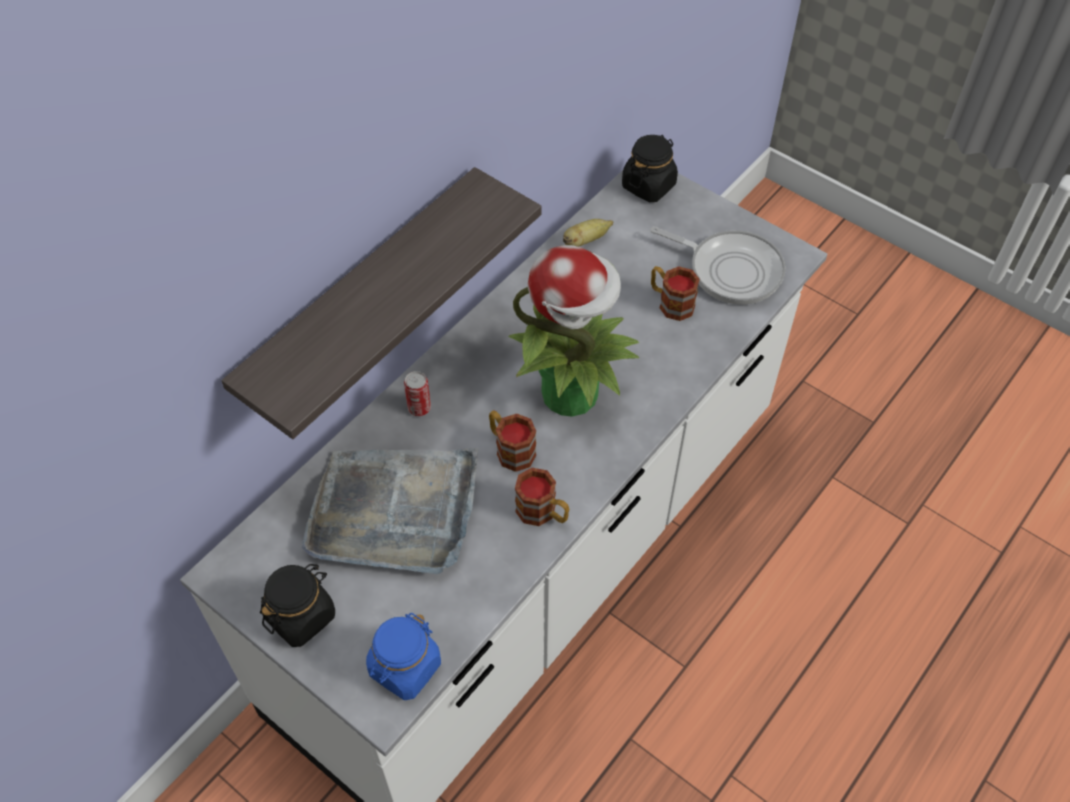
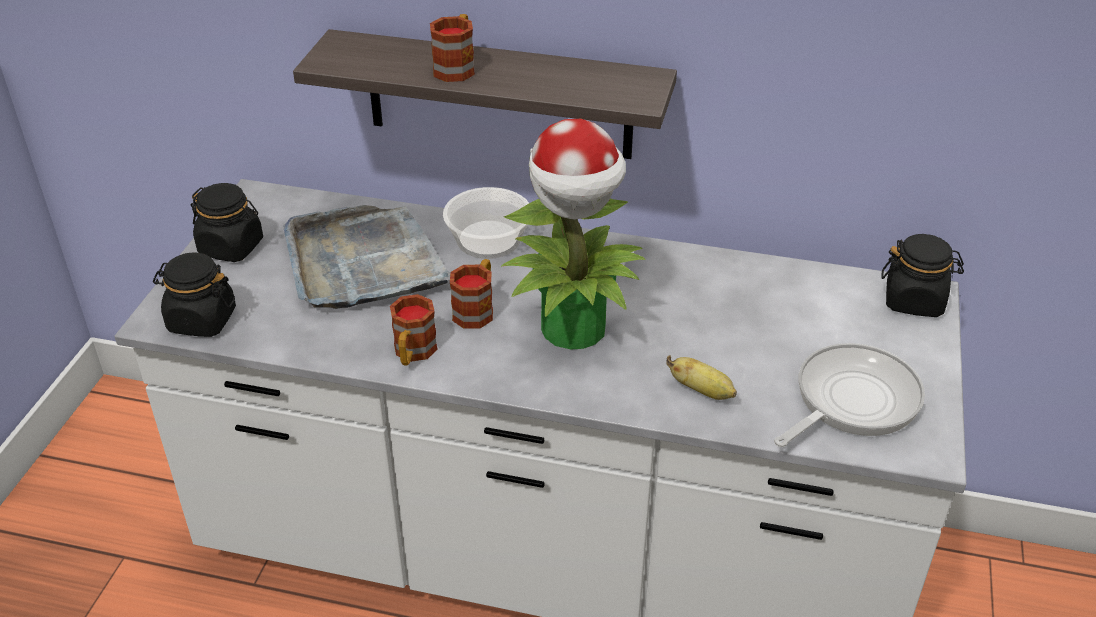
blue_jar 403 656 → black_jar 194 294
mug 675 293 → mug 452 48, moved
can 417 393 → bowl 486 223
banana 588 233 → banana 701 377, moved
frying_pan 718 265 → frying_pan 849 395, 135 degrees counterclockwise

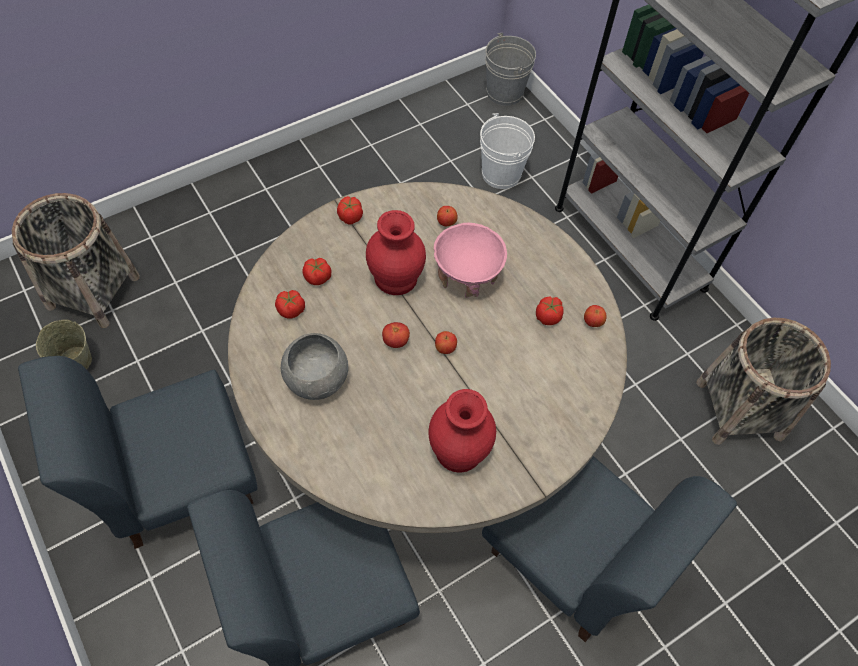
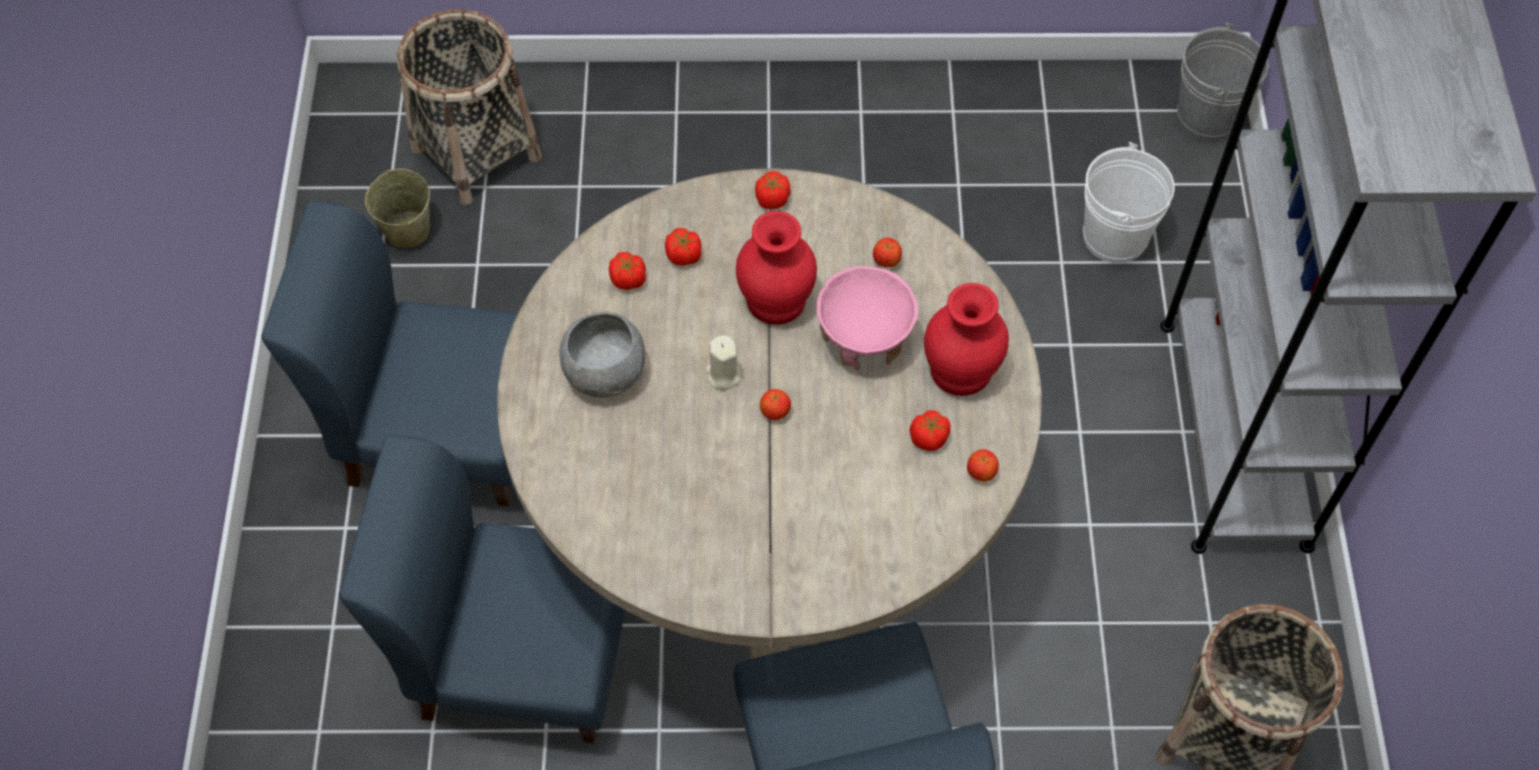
tomato 396 335 → beige_candle 723 362
red_vase 462 430 → red_vase 966 339, moved

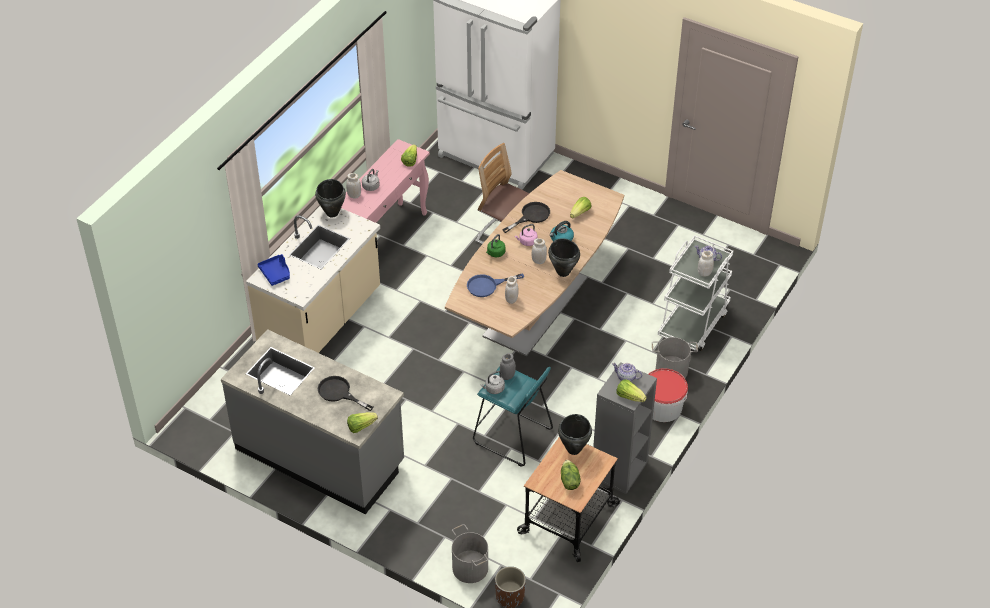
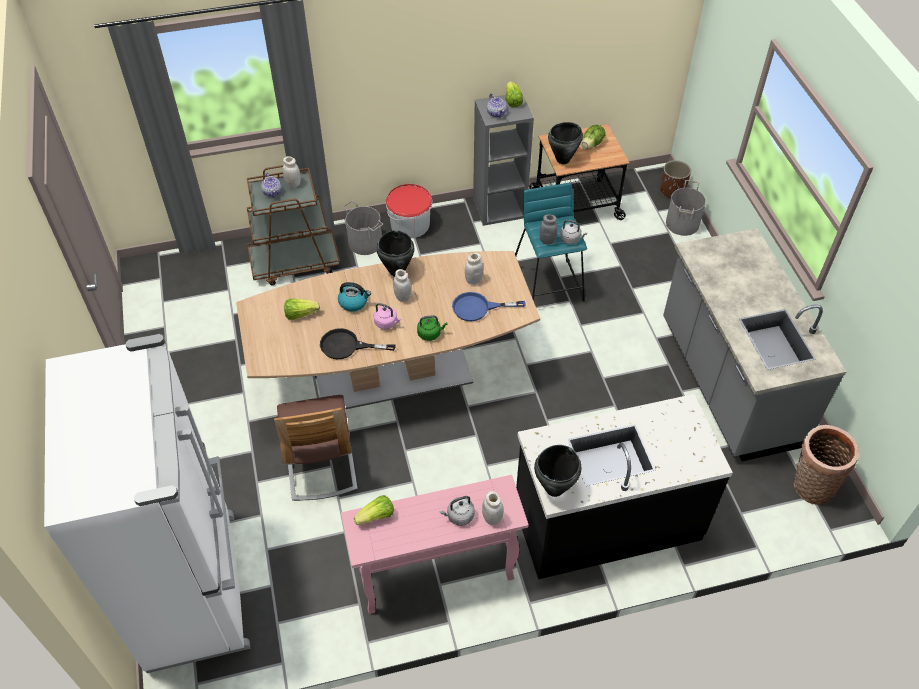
white_cart 695 293 → brown_cart 294 225
blue_frying_pan 495 285 → blue_frying_pan 489 306, 150 degrees clockwise
beige_counter 313 279 → black_counter 624 486
- → basket 826 465
blue_tray 273 270 → -
black_frying_pan 345 393 → -
lettuce 362 422 → -

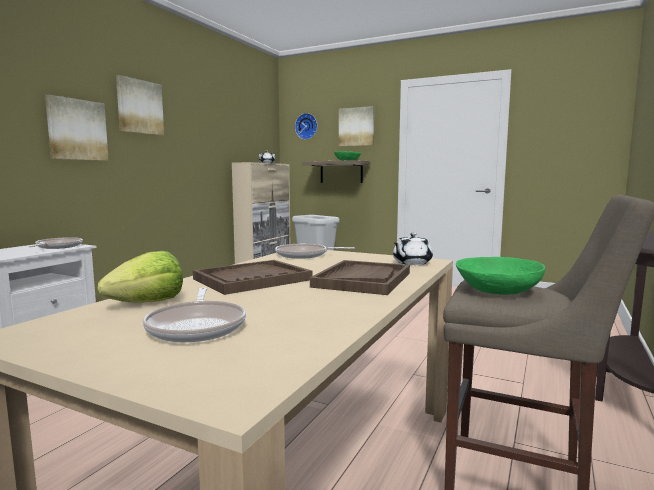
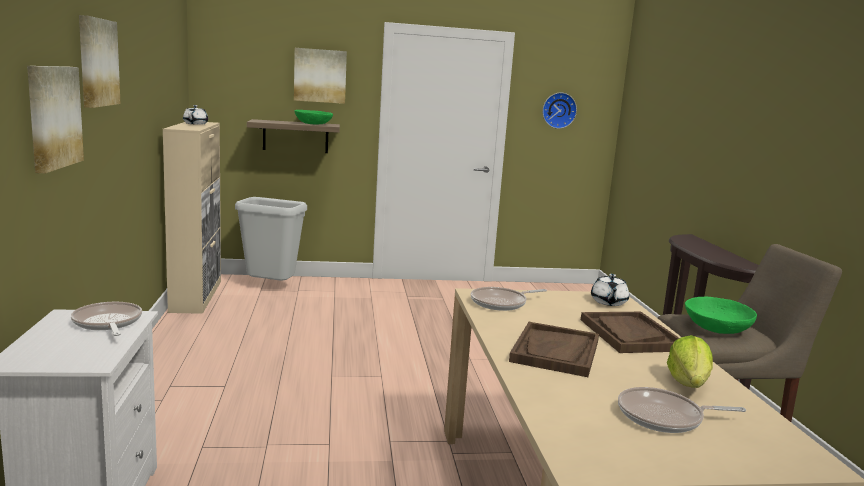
wall_clock 306 126 → wall_clock 559 110, moved
frying_pan 194 315 → frying_pan 682 410, 135 degrees clockwise
lettuce 140 276 → lettuce 690 361, moved

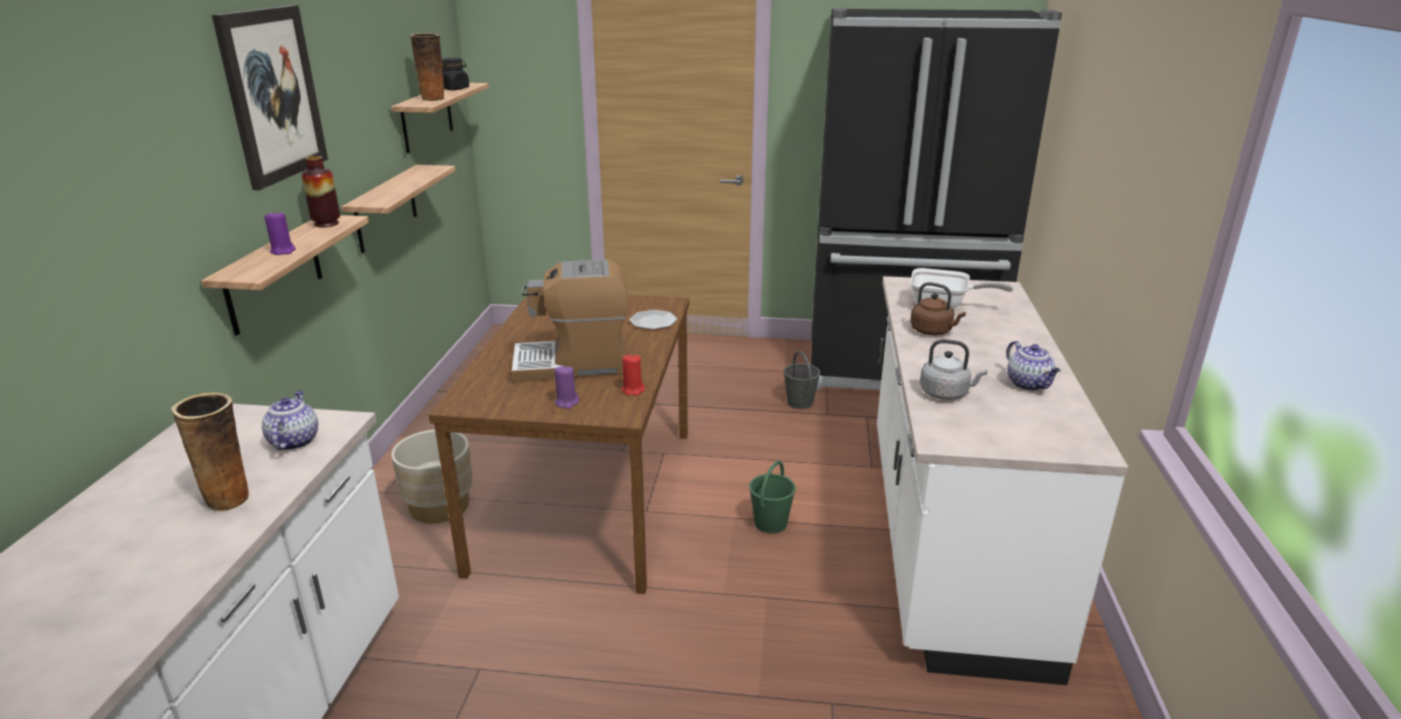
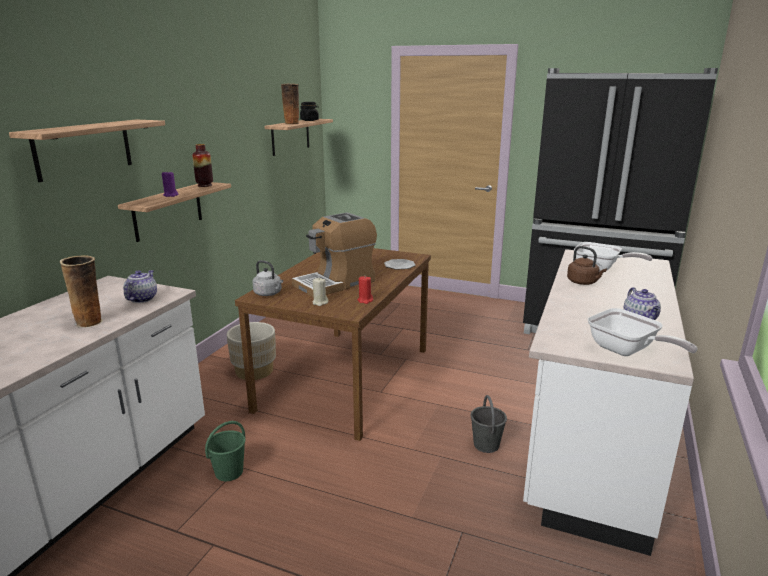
shelf 399 209 → shelf 87 150, moved
green_bucket 772 497 → green_bucket 225 451, moved
grey_kettle 953 369 → grey_kettle 267 278, moved
coffee_machine 570 320 → coffee_machine 334 255, 45 degrees counterclockwise
purple_candle 566 387 → beige_candle 320 292
grey_bucket 801 380 → grey_bucket 489 424, moved
- → frying_pan 642 332
picture 270 97 → -

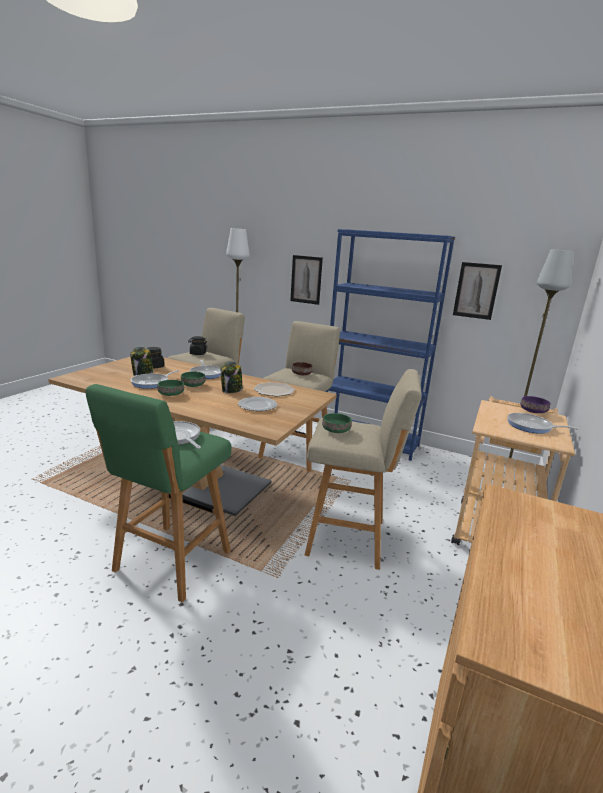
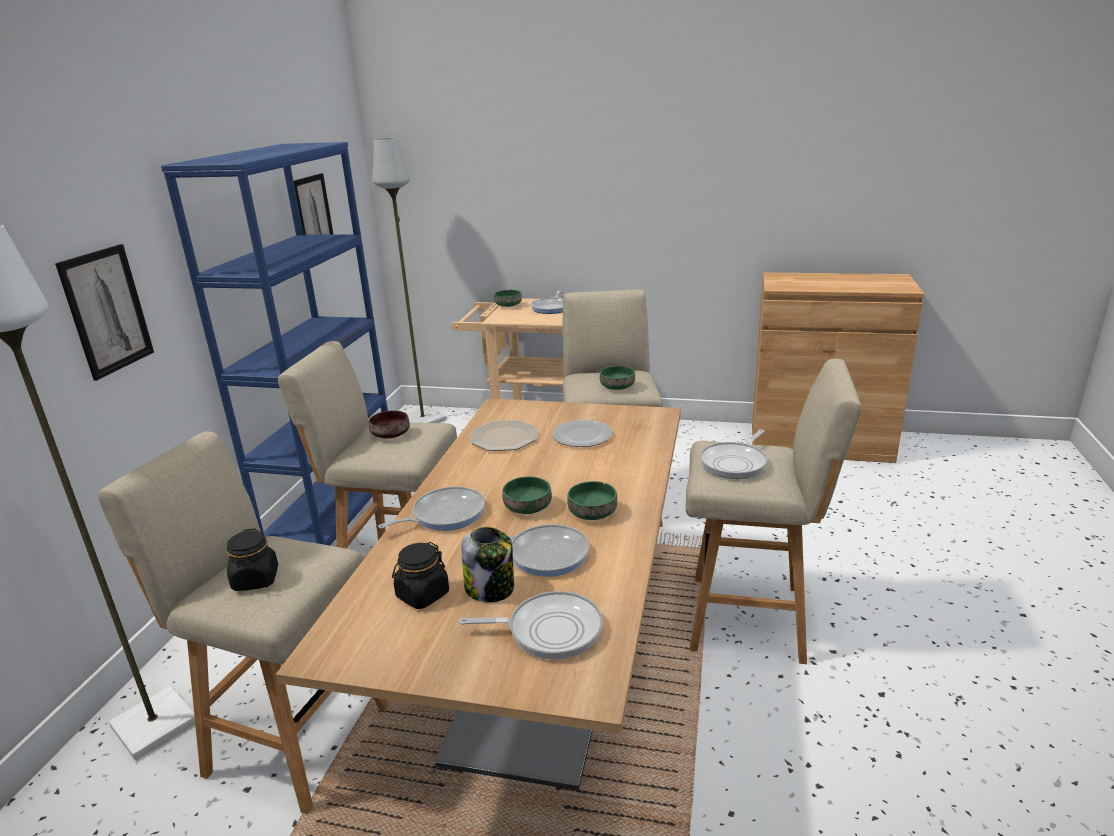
- → frying_pan 531 625
purple_bowl 535 404 → green_bowl 508 298
green_stool 158 493 → beige_stool 774 511
jar 232 377 → -

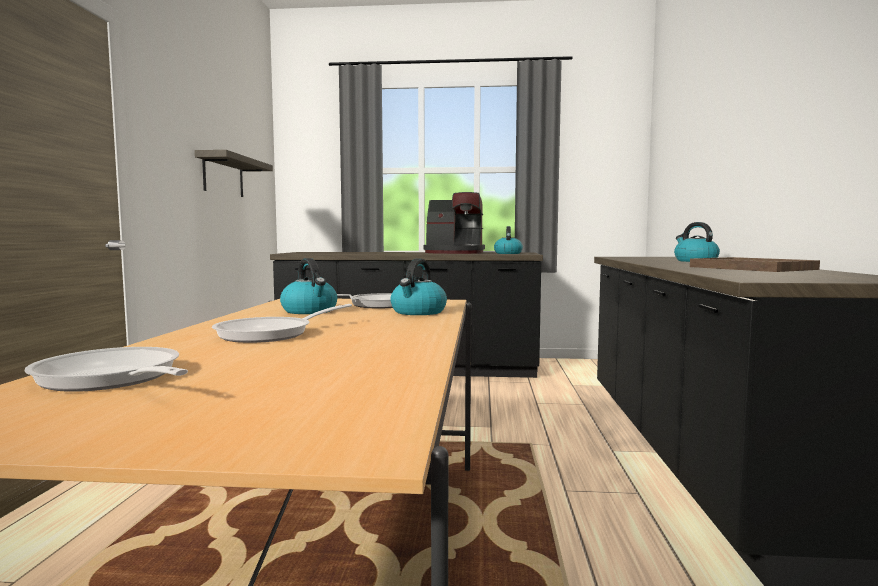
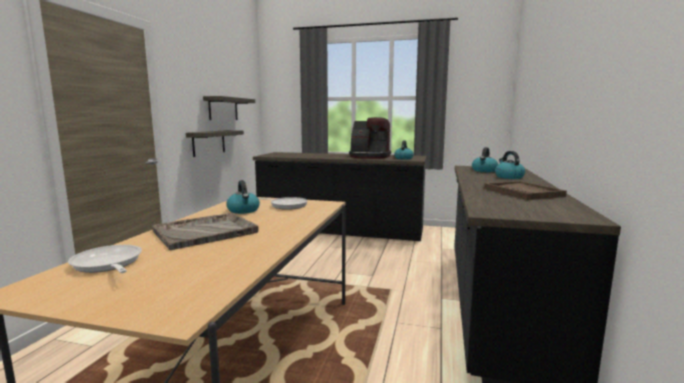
frying_pan 282 323 → grey_tray 205 231
- → shelf 215 143
kettle 418 286 → kettle 485 159, moved

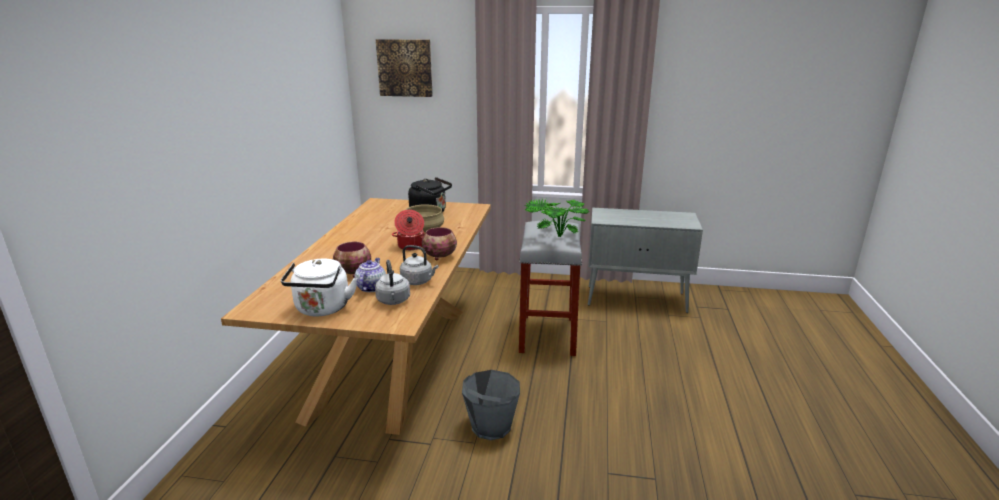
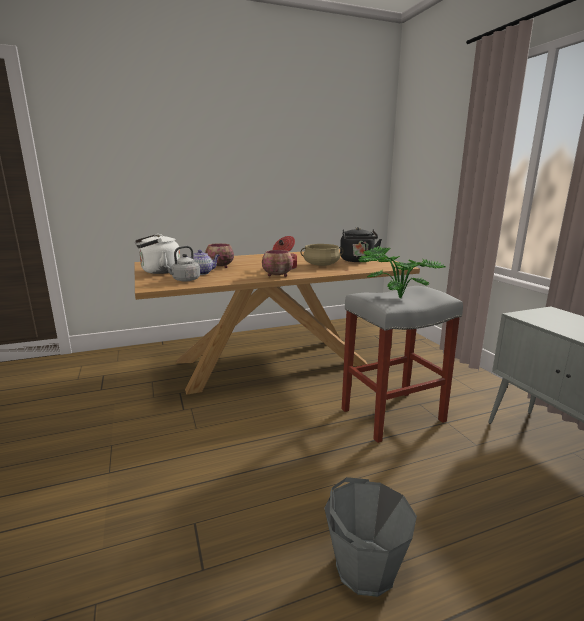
grey_bucket 491 405 → grey_bucket 370 537, moved
picture 404 68 → -
grey_kettle 419 265 → -

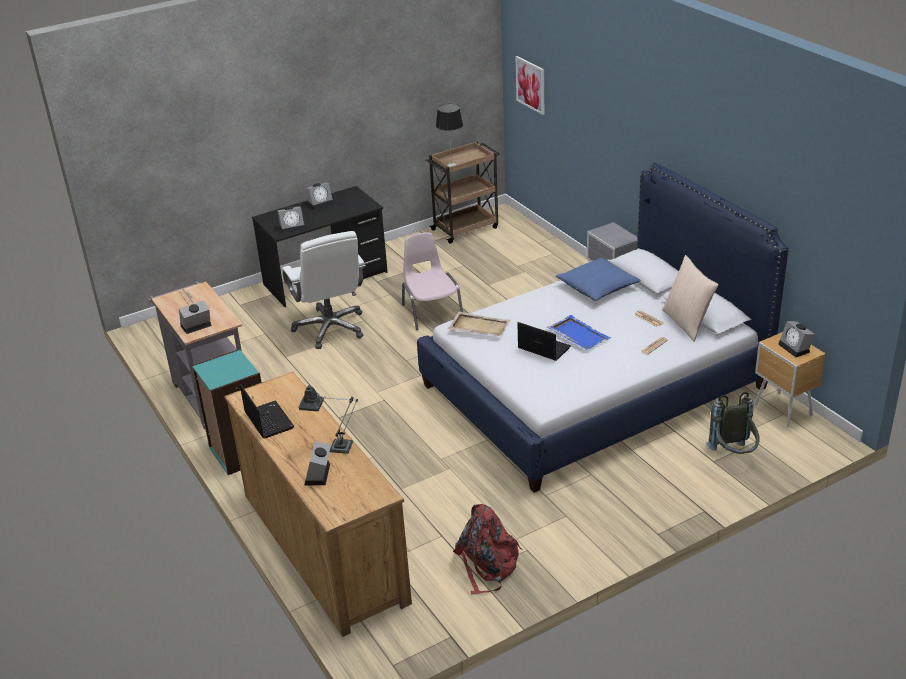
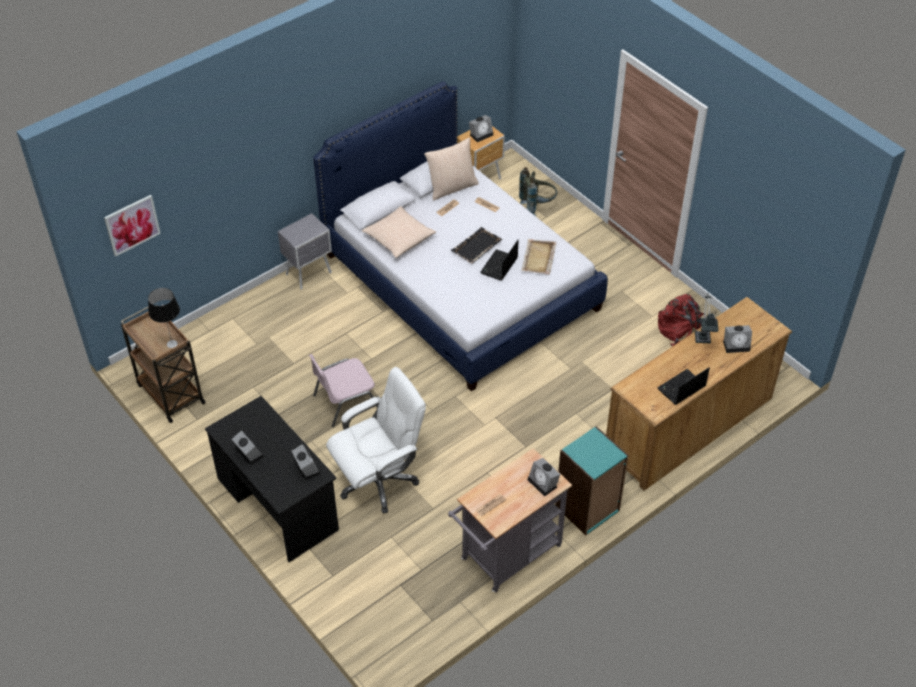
blue_pillow 598 279 → beige_pillow 399 232
blue_tray 579 332 → black_tray 477 245
beige_tray 479 324 → beige_tray 538 257, moved

